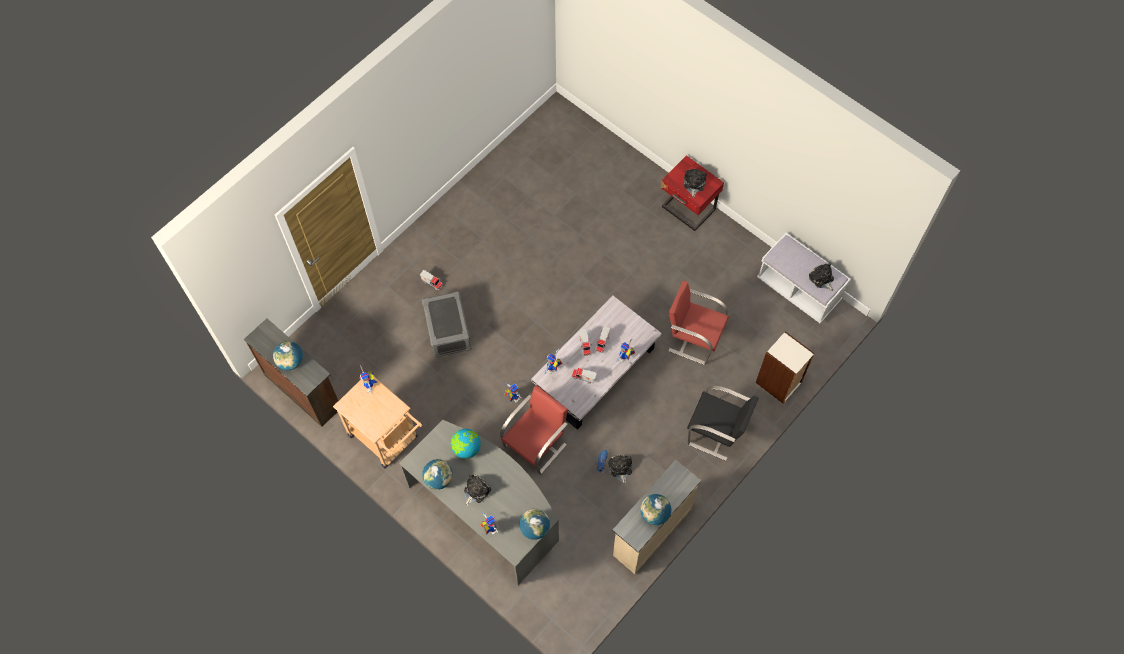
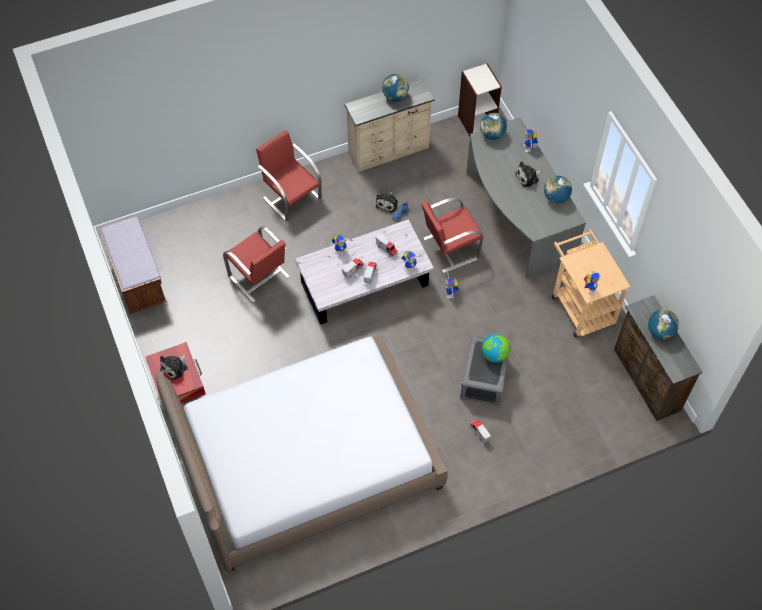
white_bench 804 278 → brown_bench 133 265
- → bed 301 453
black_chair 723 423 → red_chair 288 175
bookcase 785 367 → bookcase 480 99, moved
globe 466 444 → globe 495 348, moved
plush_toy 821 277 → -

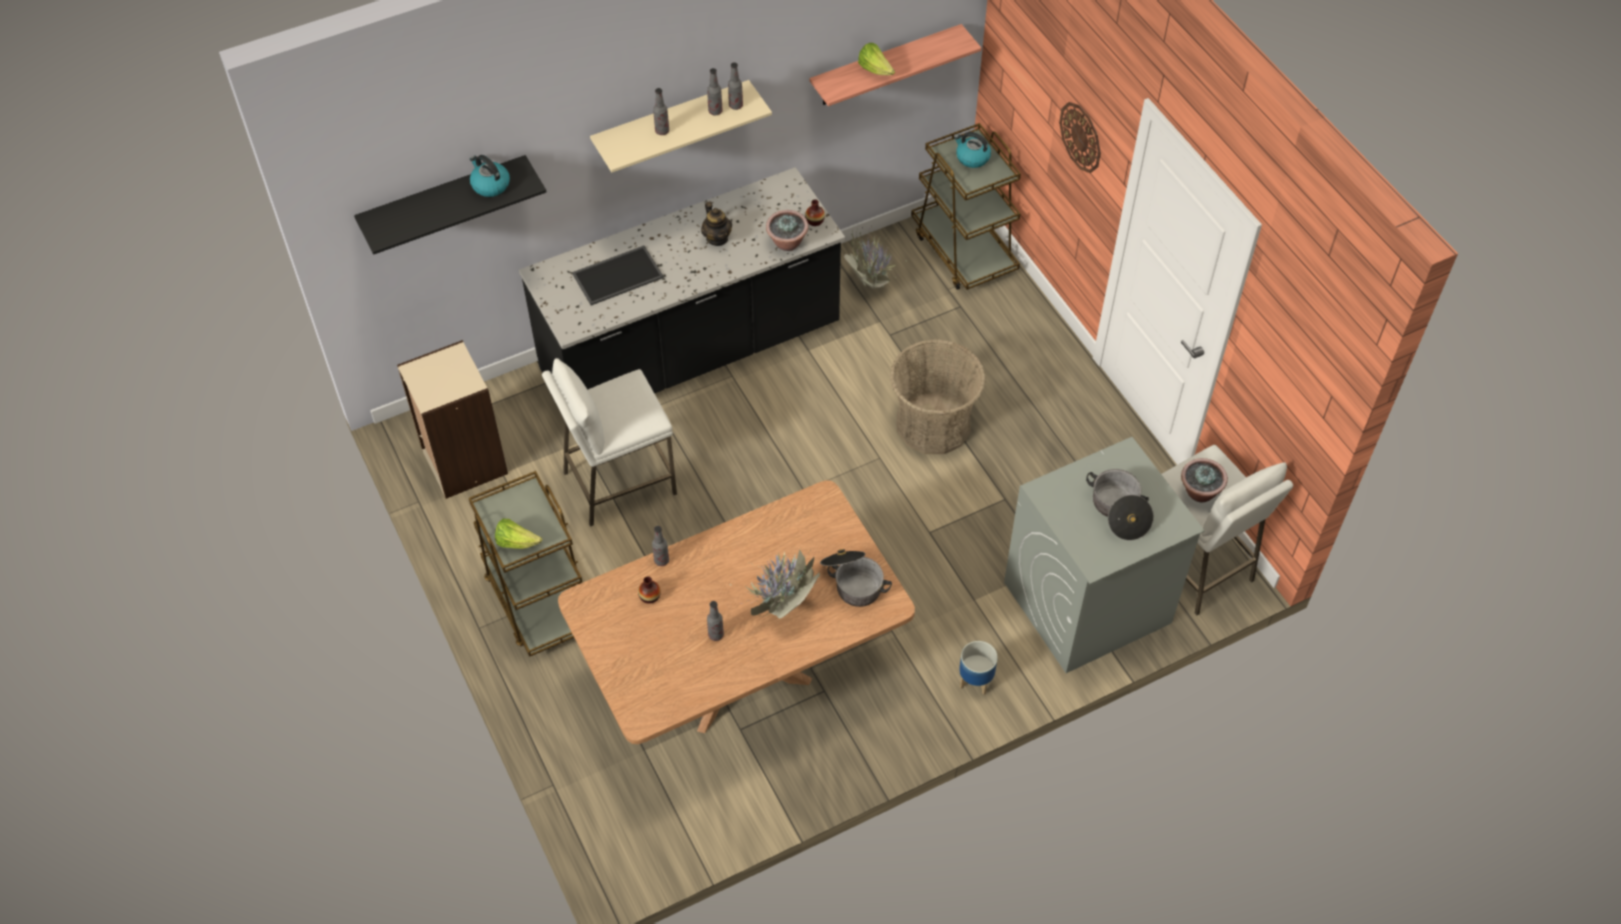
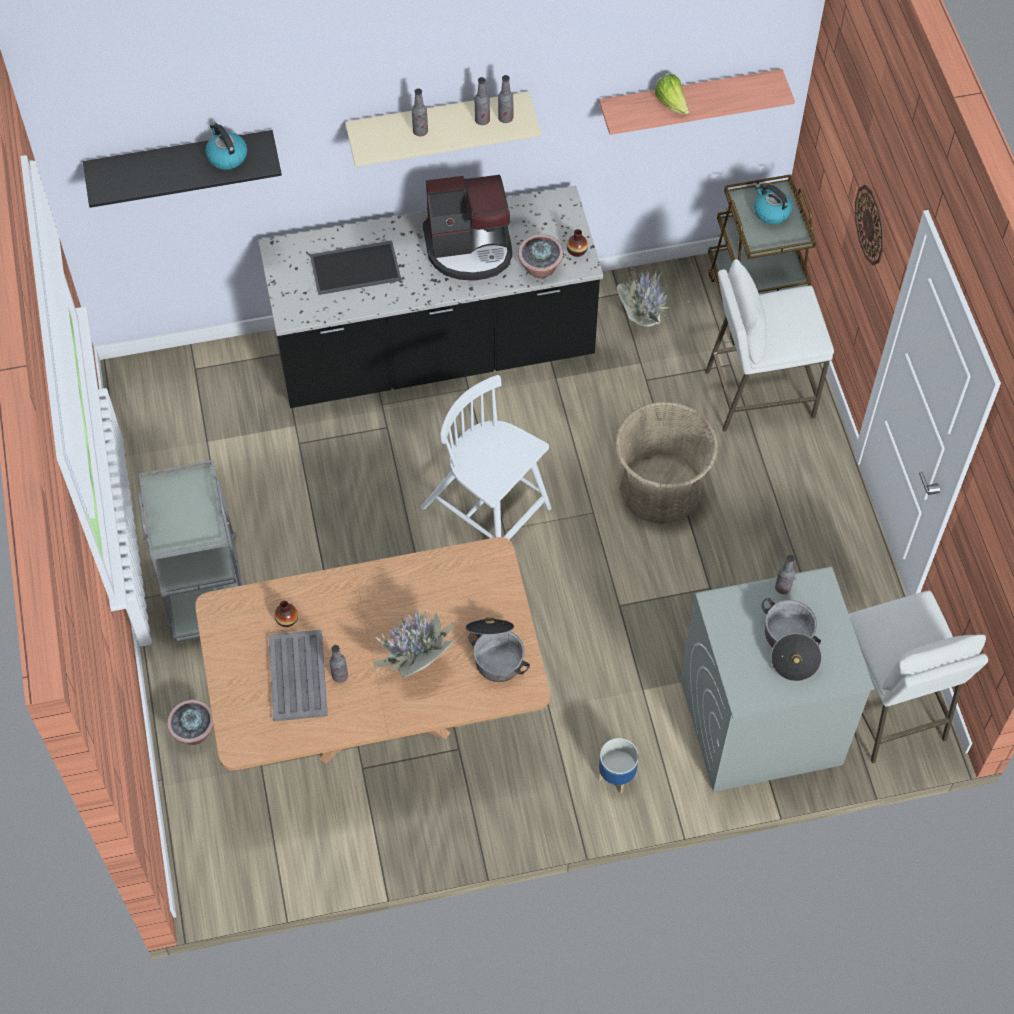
brown_cart 525 564 → grey_cart 190 551
potted_plant 1204 480 → potted_plant 190 722, moved
- → grey_tray 298 676
- → white_chair 486 457
teapot 716 224 → coffee_machine 467 227
white_stool 609 442 → white_stool 769 345, moved
bottle 660 546 → bottle 785 574, moved
beige_bookcase 452 419 → -
lettuce 518 534 → -

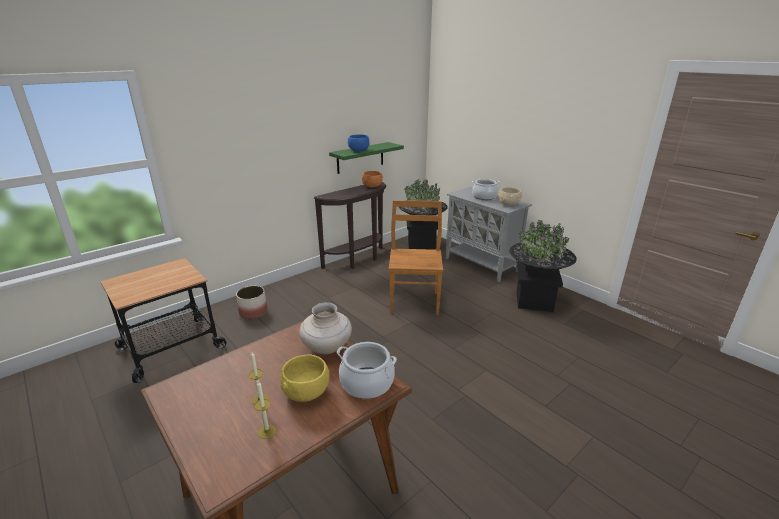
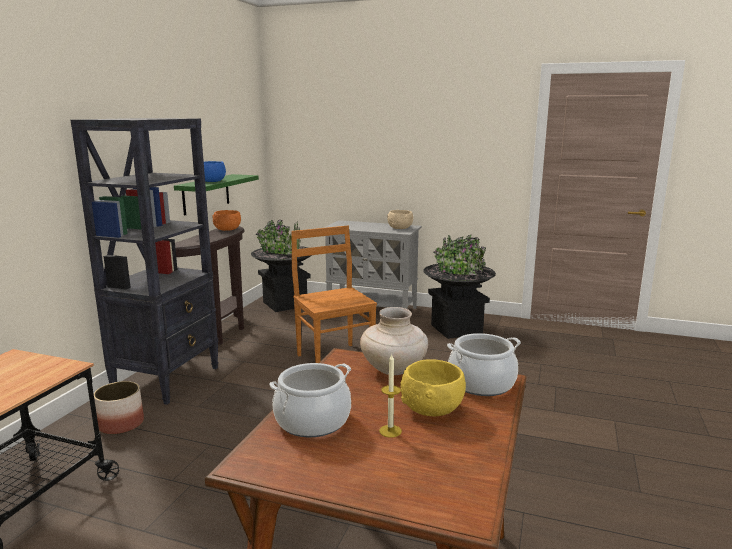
- → black_bookcase 145 261
cooking_pot 486 189 → cooking_pot 310 400, moved
candle 265 409 → -

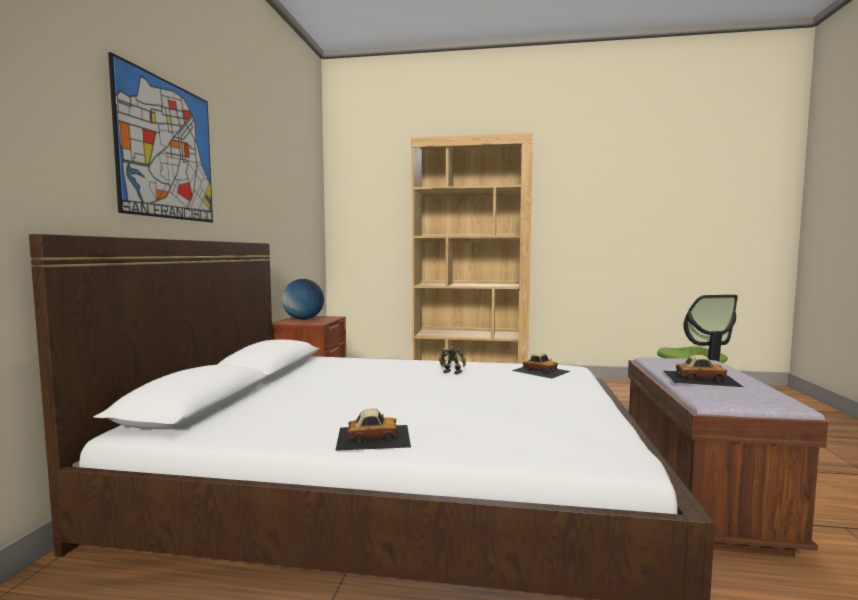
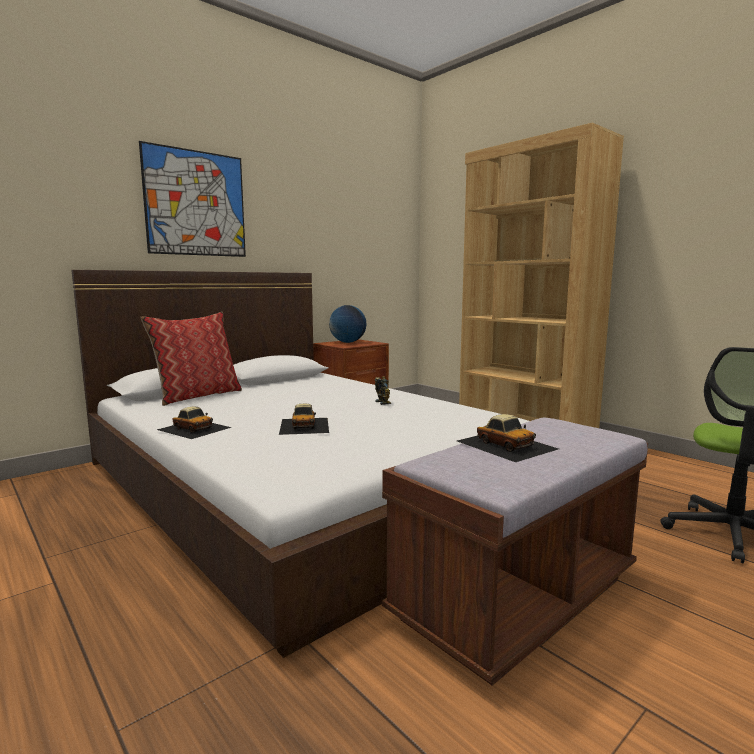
- → pillow 191 359
toy_car 541 366 → toy_car 304 419, moved

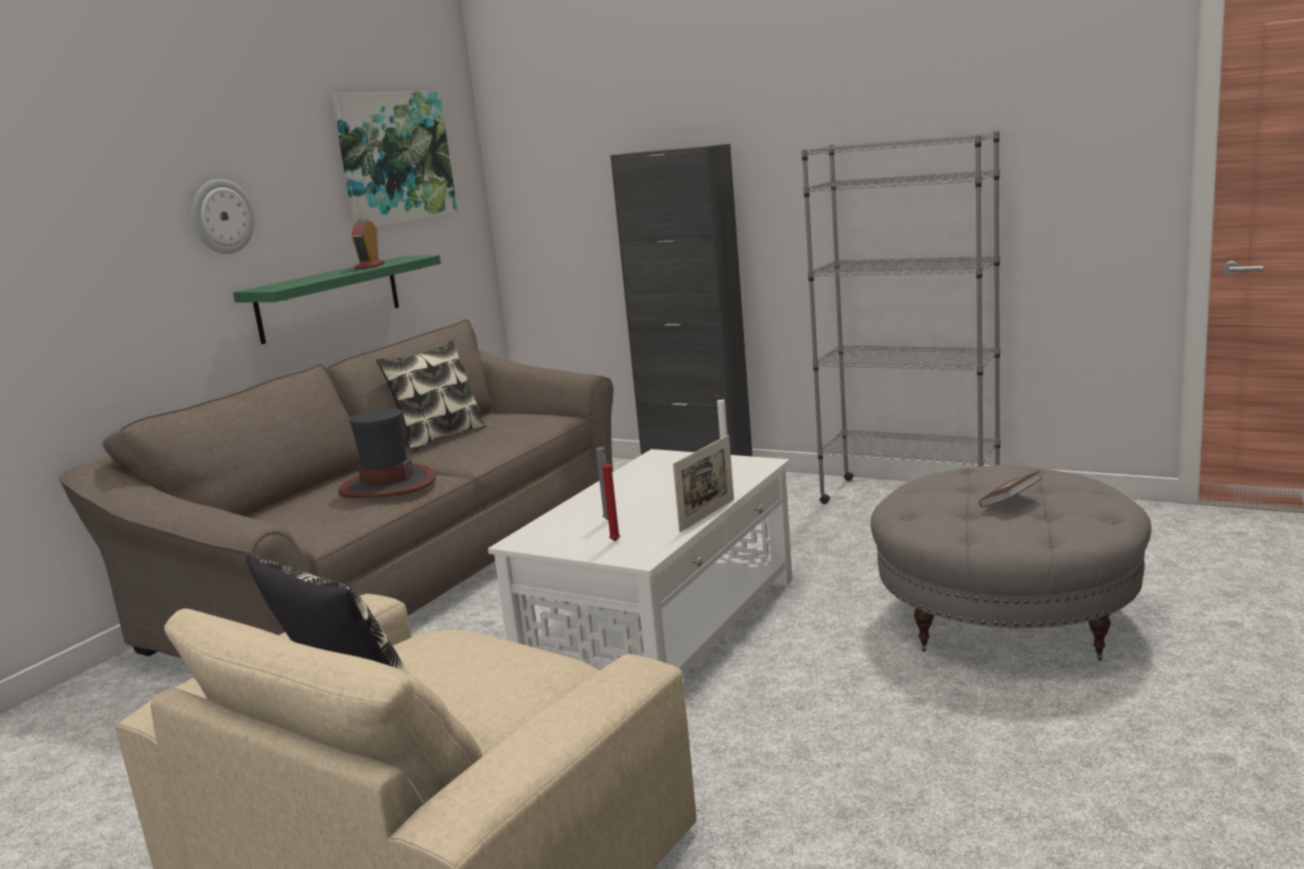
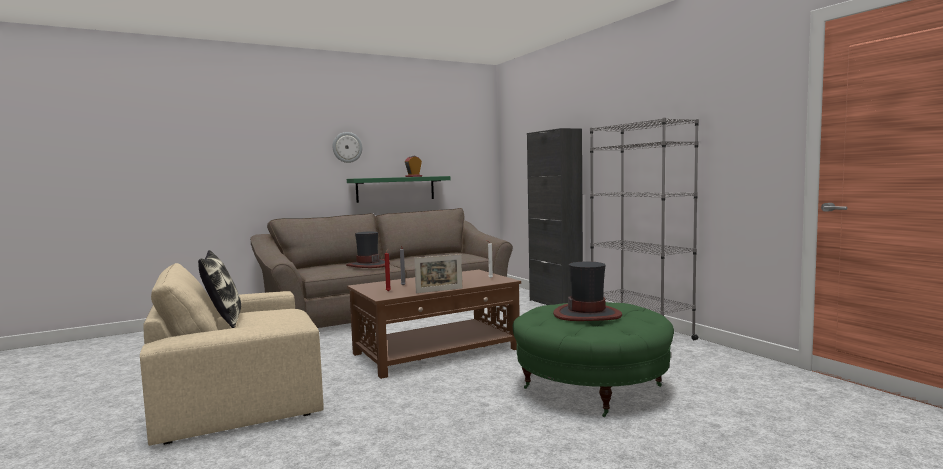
white_coffee_table 640 561 → brown_coffee_table 434 324
grey_ottoman 1011 563 → green_ottoman 593 359
book 1010 489 → hat 587 291
picture 394 159 → -
pillow 431 396 → -

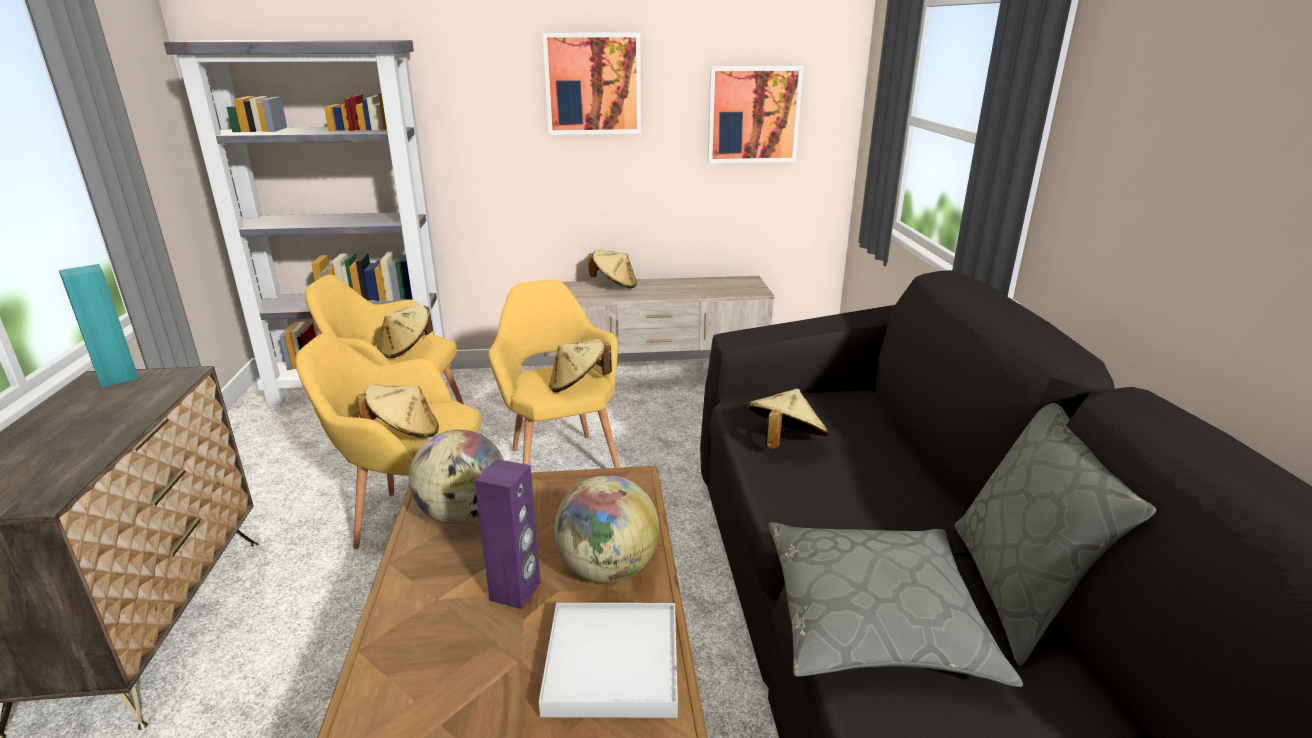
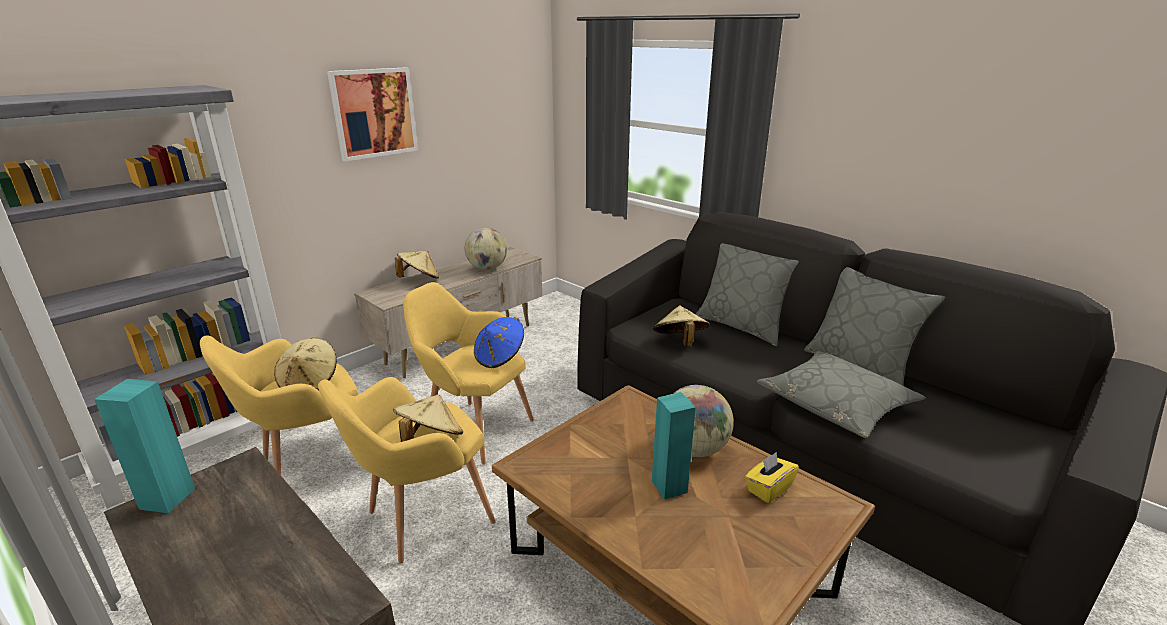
globe 456 477 → globe 486 249, moved
beige_hat 580 365 → blue_hat 499 342
purple_speaker 507 534 → turquoise_speaker 674 445
- → grey_pillow 747 294
white_tray 608 660 → yellow_tissue_box 772 477
picture 755 114 → -

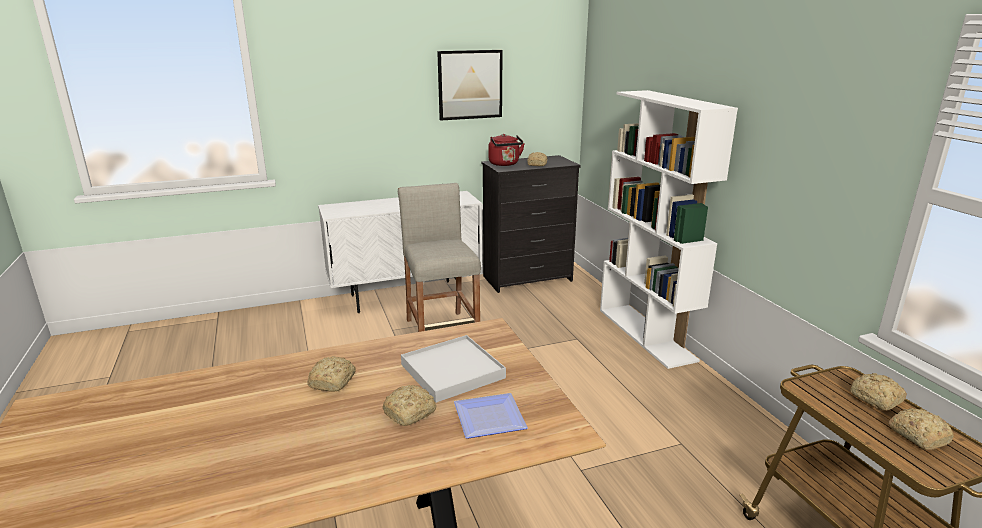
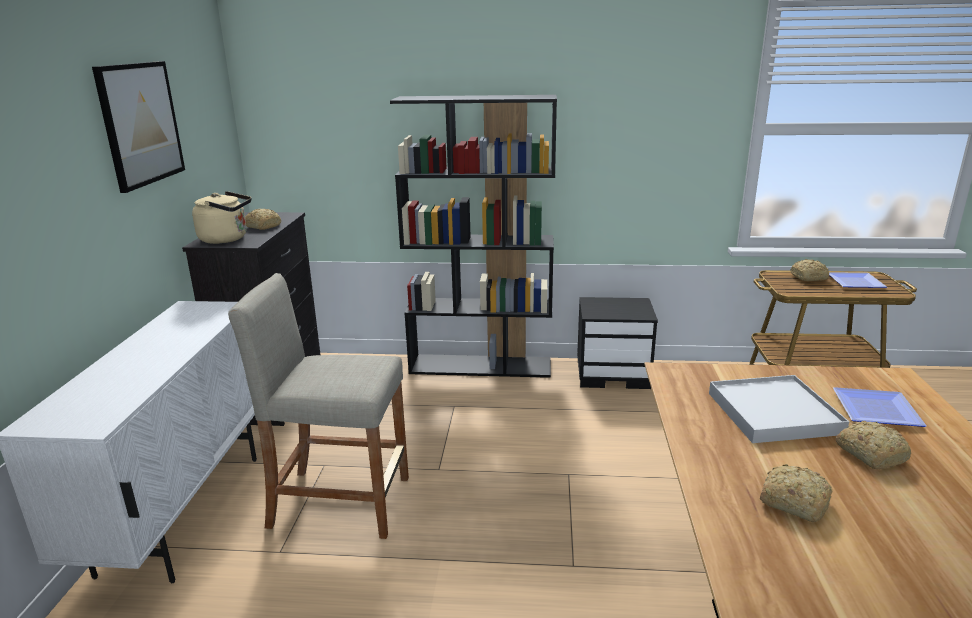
red_kettle 506 150 → beige_kettle 221 217
white_bookcase 669 229 → black_bookcase 473 236
- → black_nightstand 617 343
bread 921 429 → plate 858 280

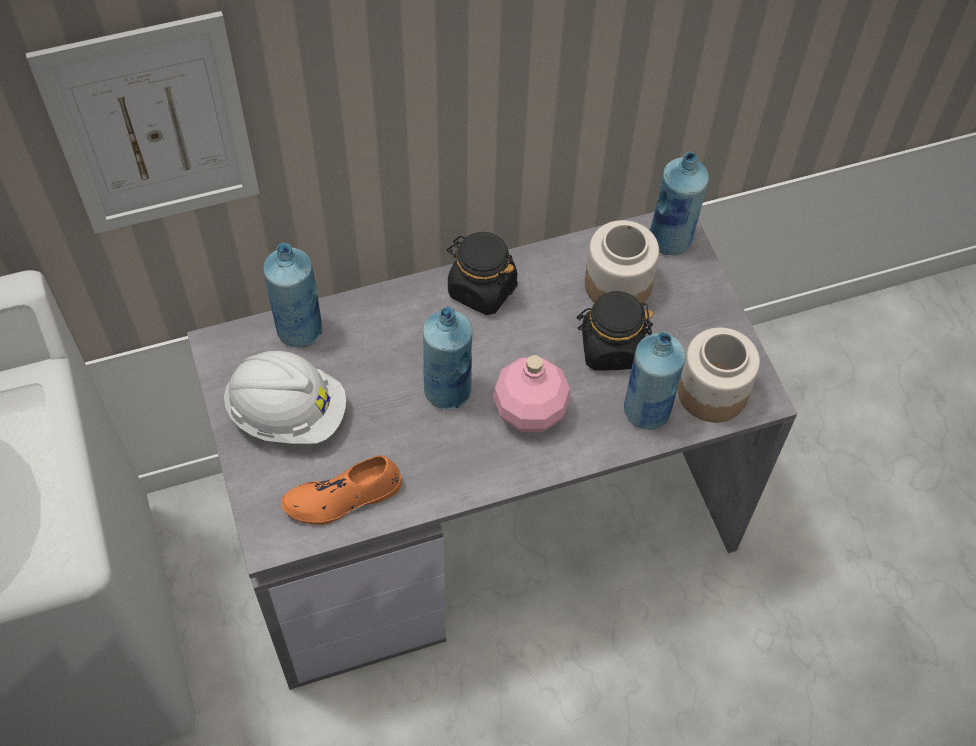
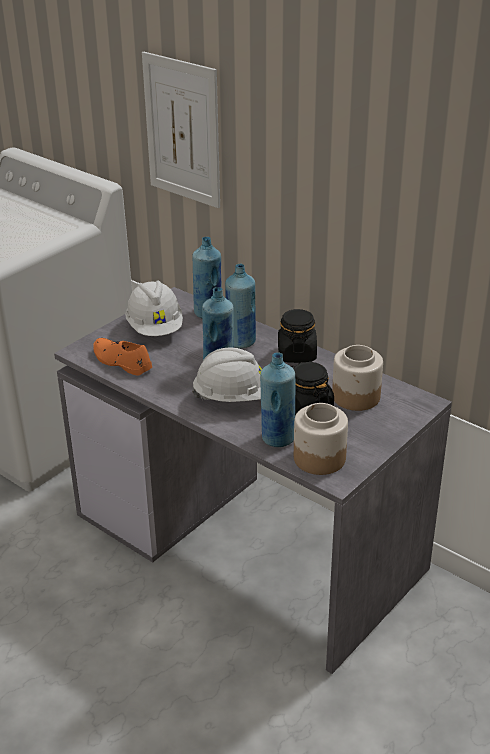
pink_bottle 531 393 → white_hard_hat 227 375
blue_bottle 679 203 → blue_bottle 240 306, moved

